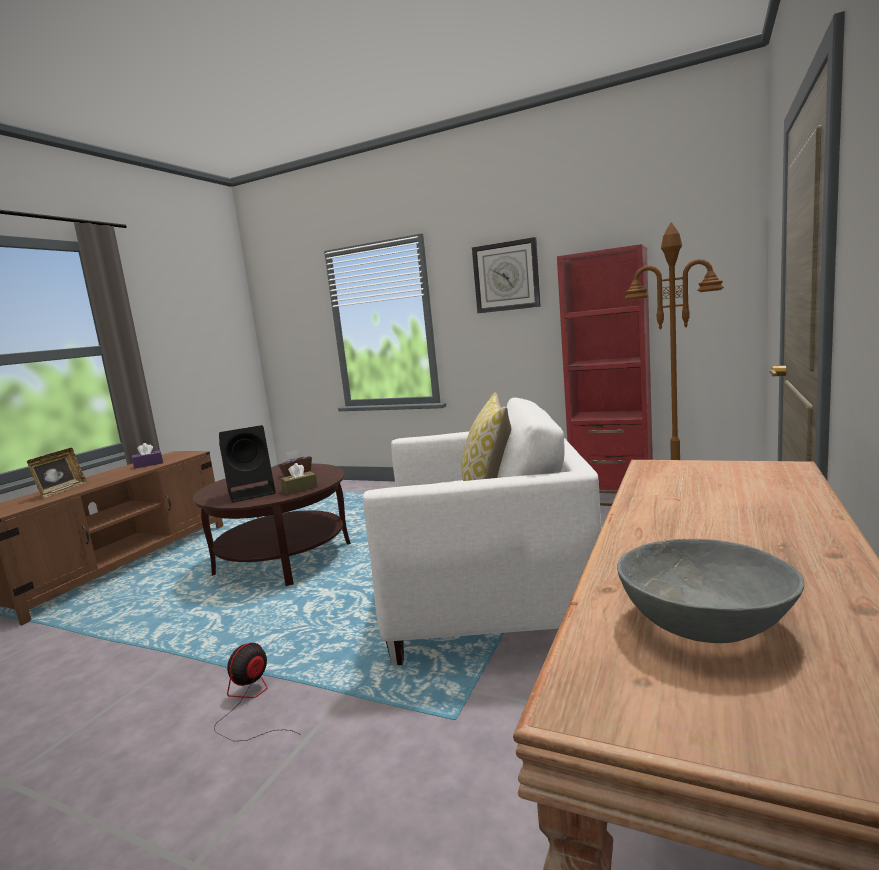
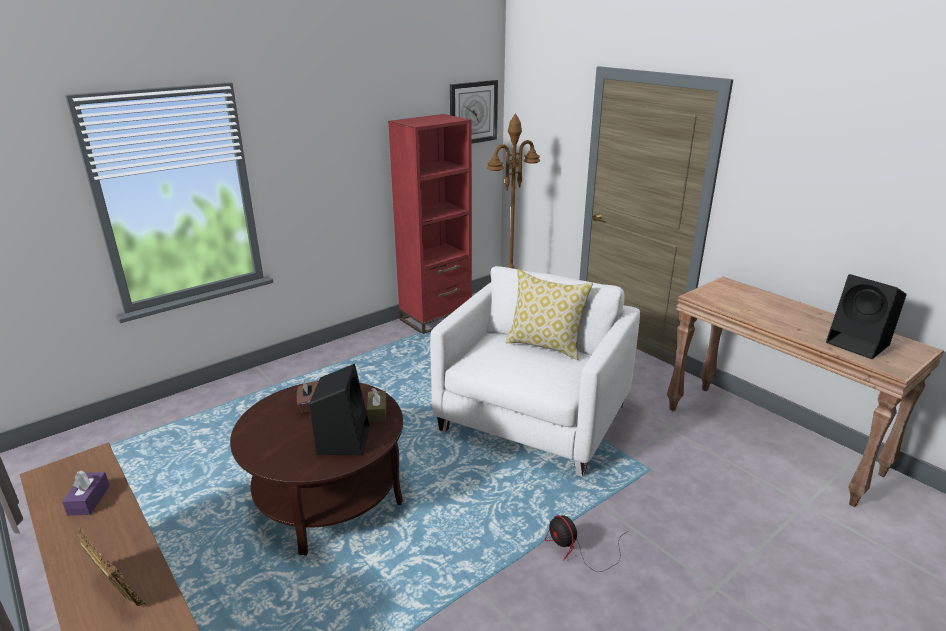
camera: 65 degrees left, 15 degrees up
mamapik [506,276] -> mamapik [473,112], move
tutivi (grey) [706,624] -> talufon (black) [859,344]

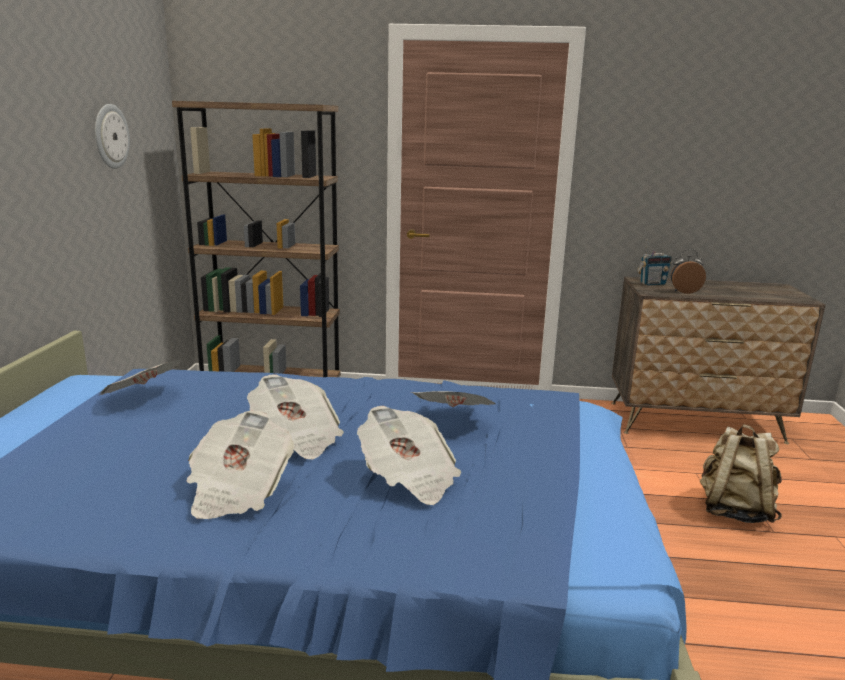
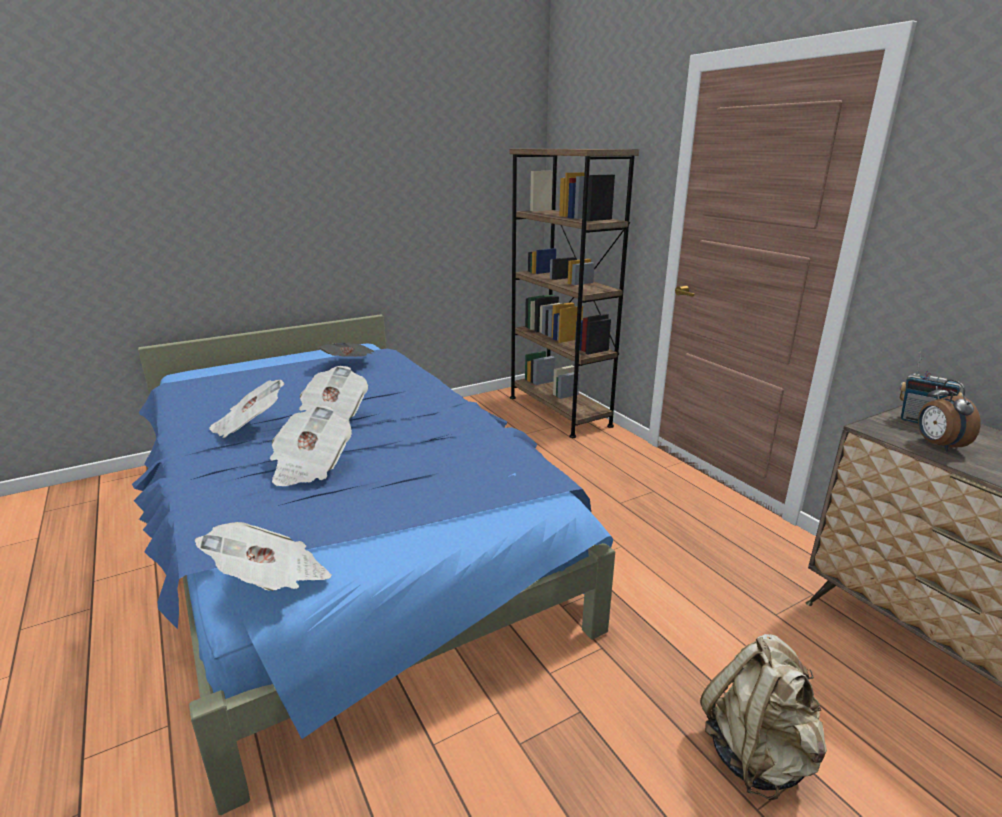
camera: 55 degrees right, 5 degrees up
mamapik [110,136] -> none
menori [453,420] -> menori [272,581], move
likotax [684,291] -> likotax [937,445], 150 degrees counterclockwise

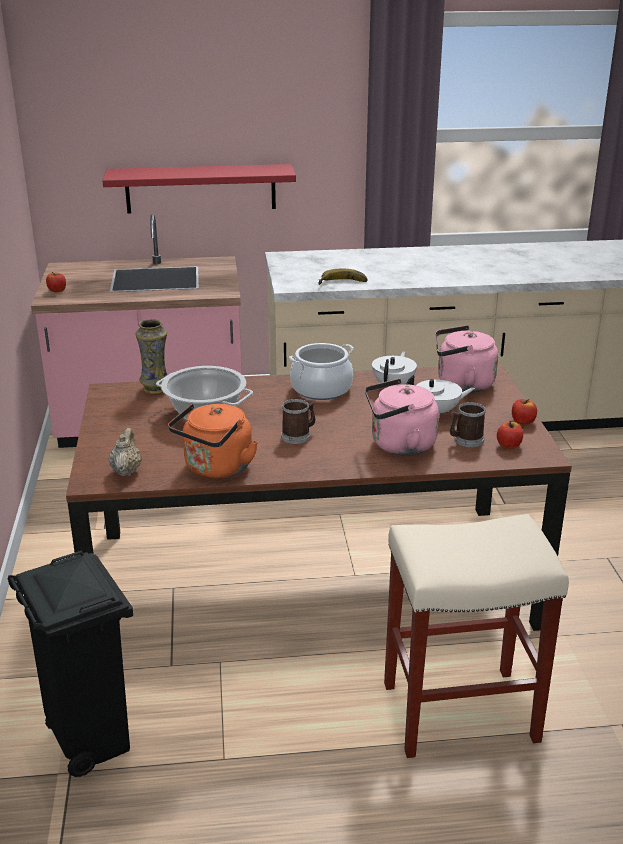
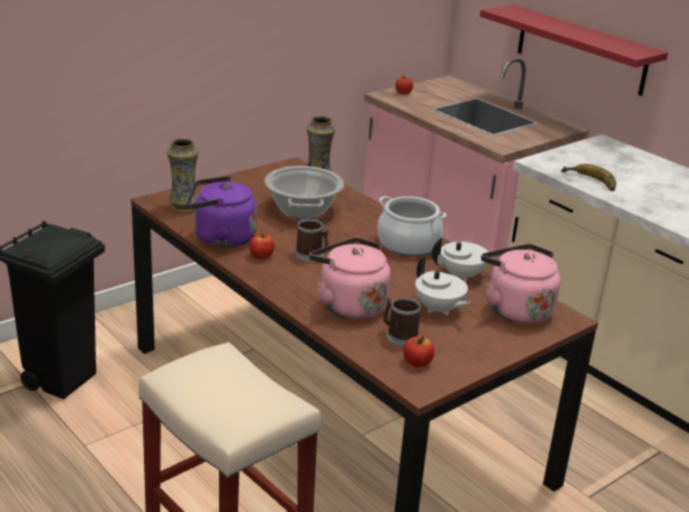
camera: 55 degrees right, 0 degrees up
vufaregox [522,421] -> vufaregox [261,256], move
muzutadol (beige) [126,470] -> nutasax [183,207]
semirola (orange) [216,469] -> semirola (purple) [220,238]

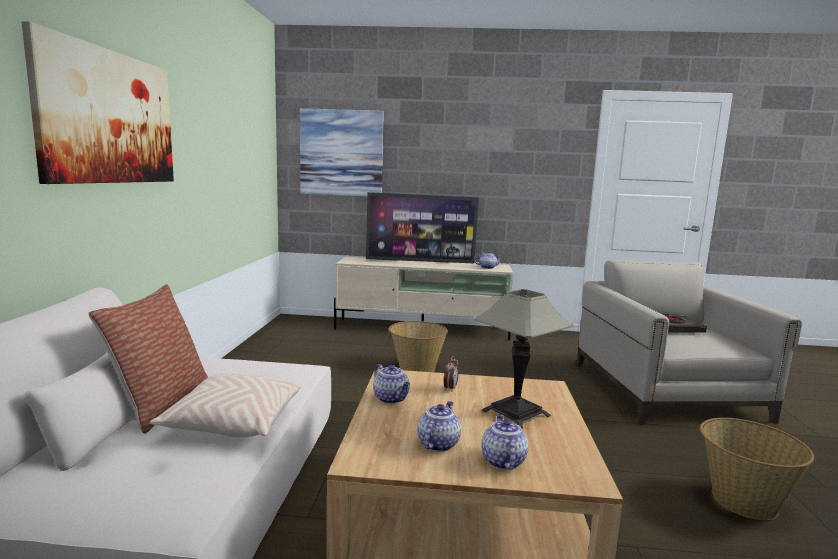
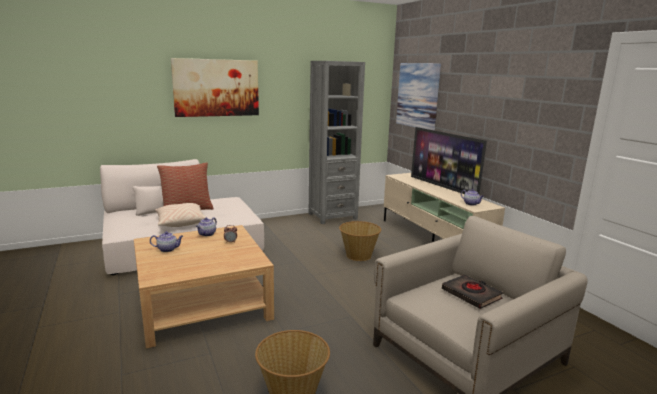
camera: 60 degrees right, 5 degrees up
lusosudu [516,413] -> none
muzutadol [502,461] -> none
none -> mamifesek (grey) [332,216]

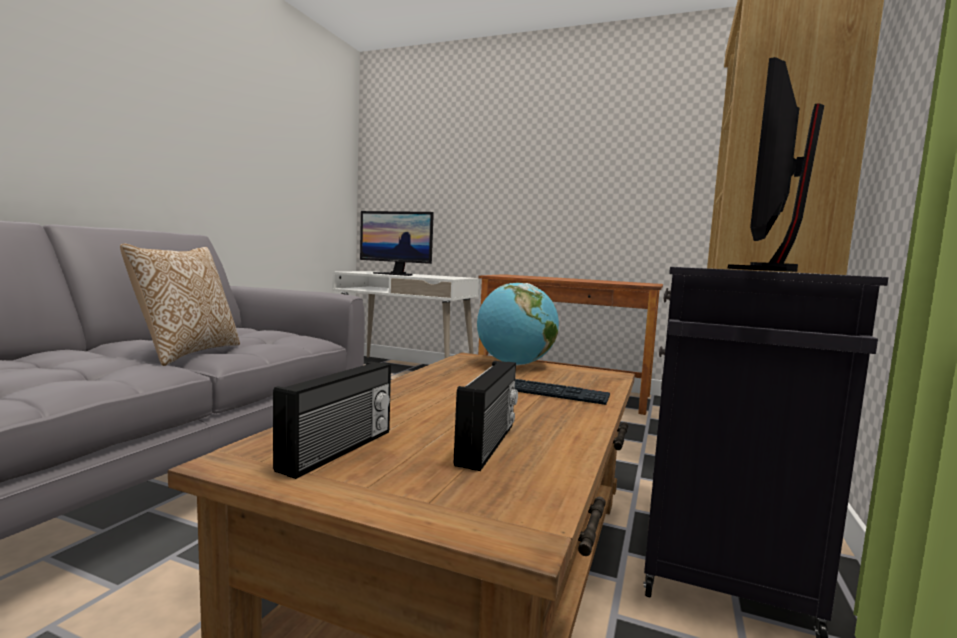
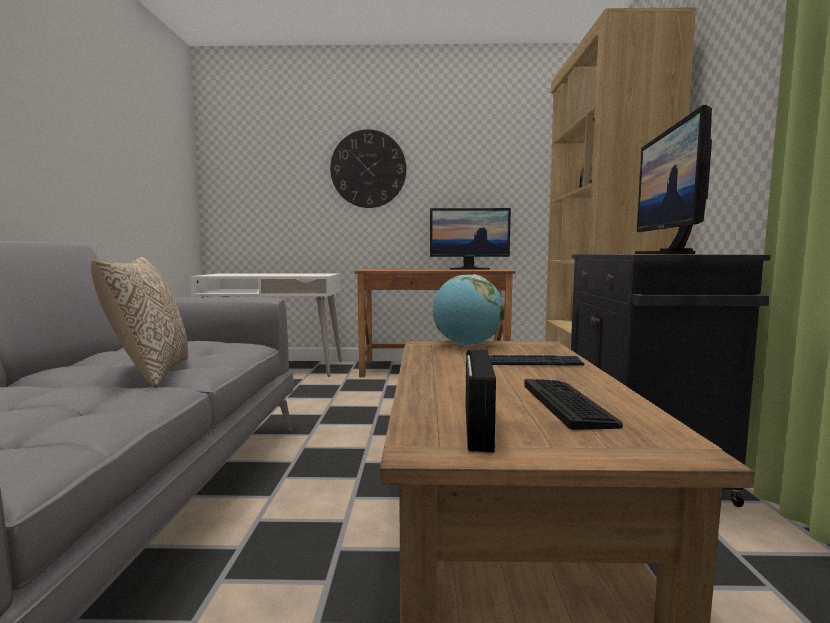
camera: 20 degrees left, 0 degrees up
none -> mamapik [368,169]
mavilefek [396,274] -> mavilefek [469,269], move
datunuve [489,444] -> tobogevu [567,404]

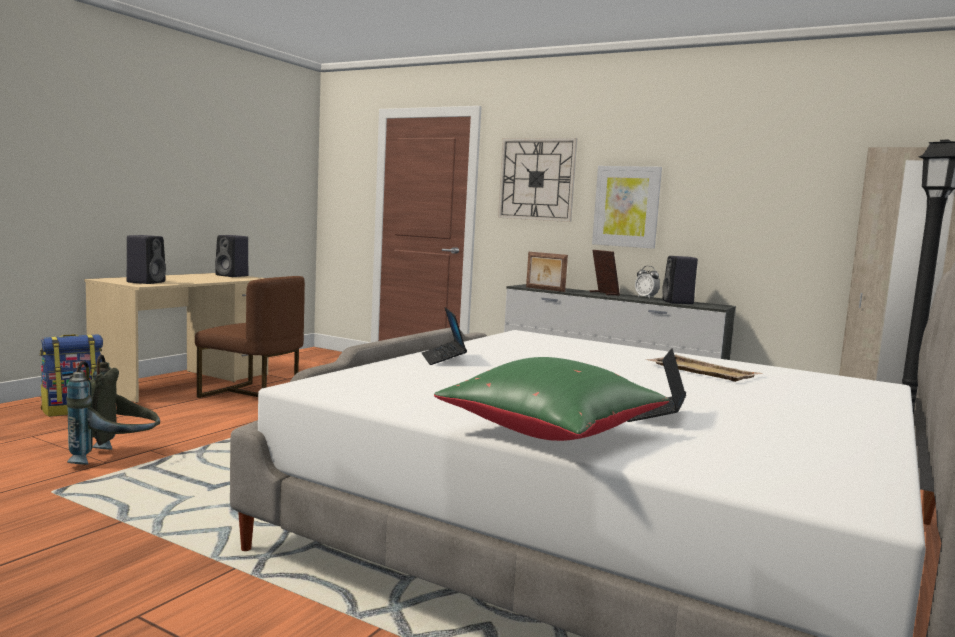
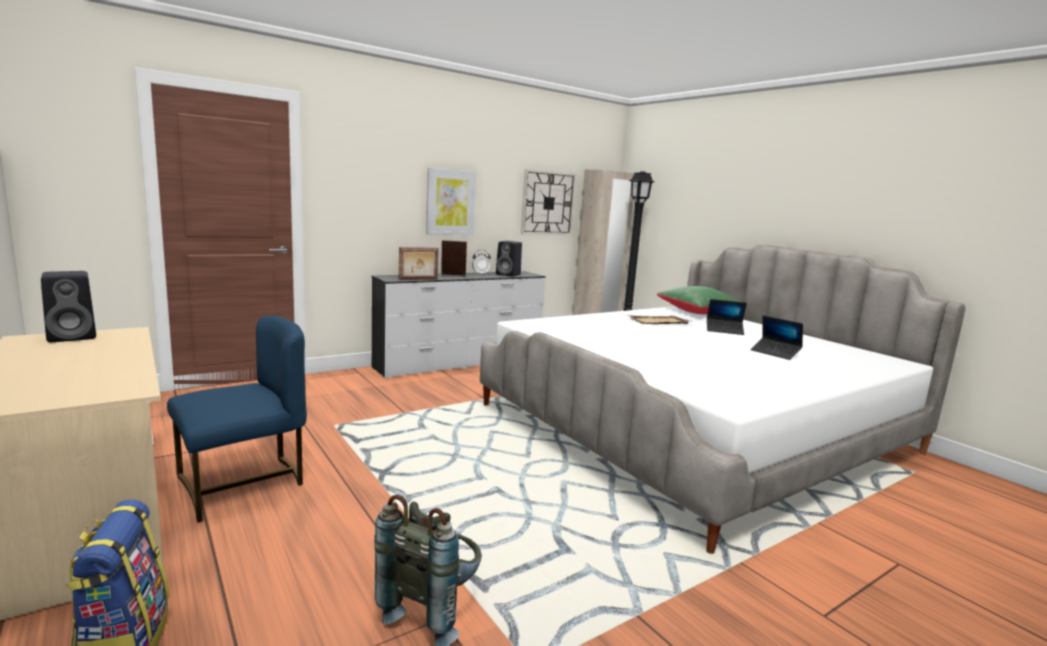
camera: 65 degrees left, 5 degrees up
talufon (black) [146,282] -> none
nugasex [443,359] -> nugasex [724,330], move
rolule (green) [553,434] -> rolule (green) [699,313], move
mamapik [537,179] -> mamapik [548,203], move
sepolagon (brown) [252,395] -> sepolagon (blue) [243,484]

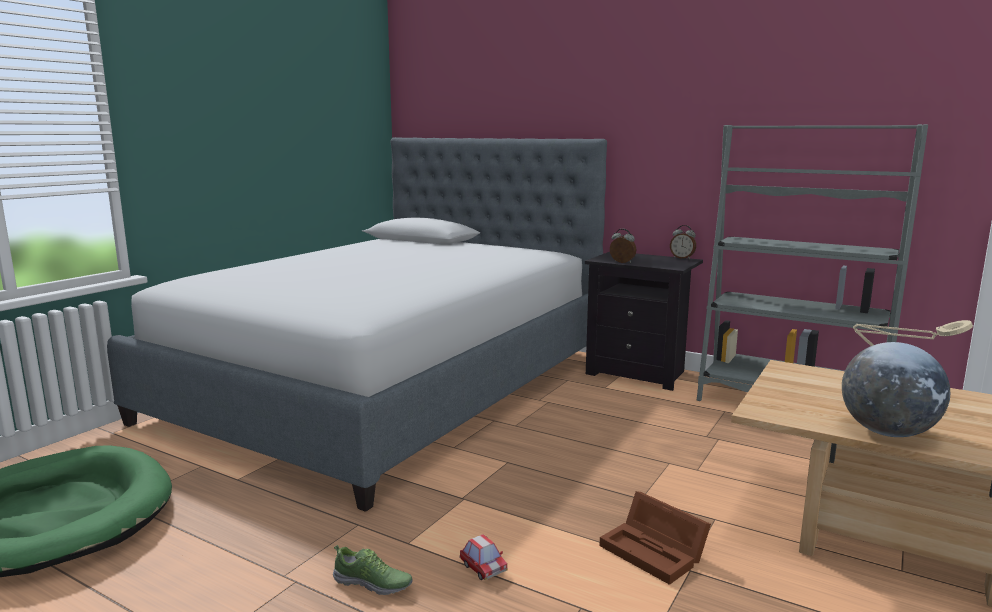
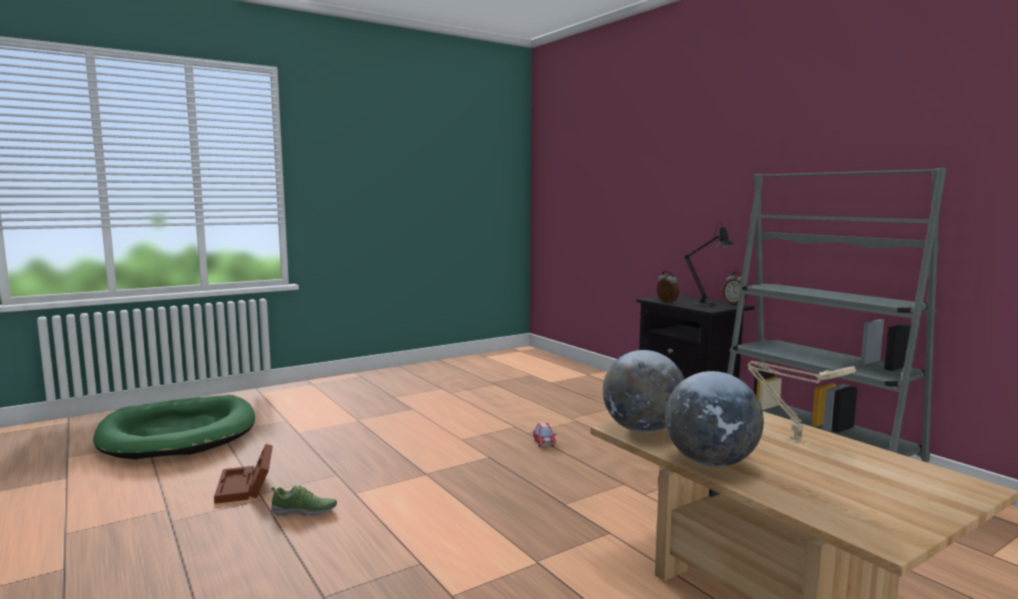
camera: 25 degrees right, 5 degrees down
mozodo [391,386] -> none
none -> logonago [642,430]
none -> lusosudu (black) [708,304]
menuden [483,568] -> menuden [544,442], move
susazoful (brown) [655,552] -> susazoful (brown) [246,486], move
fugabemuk [373,583] -> fugabemuk [304,511], 45 degrees counterclockwise

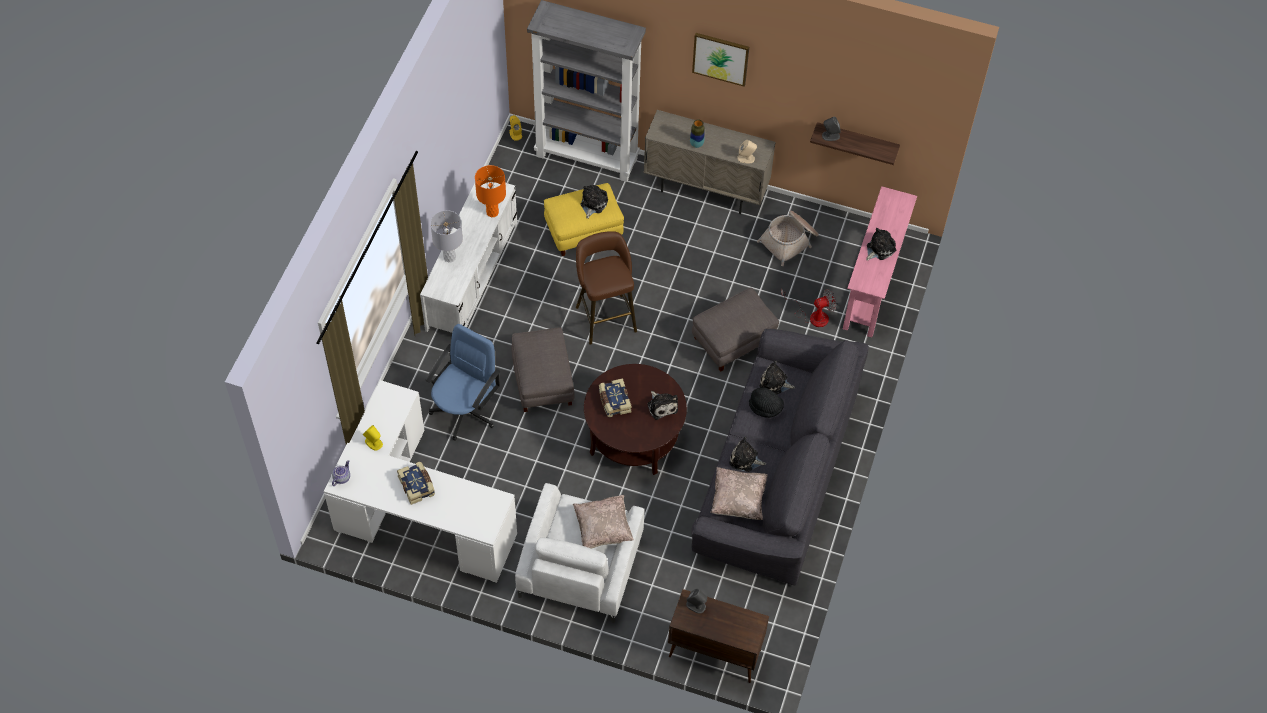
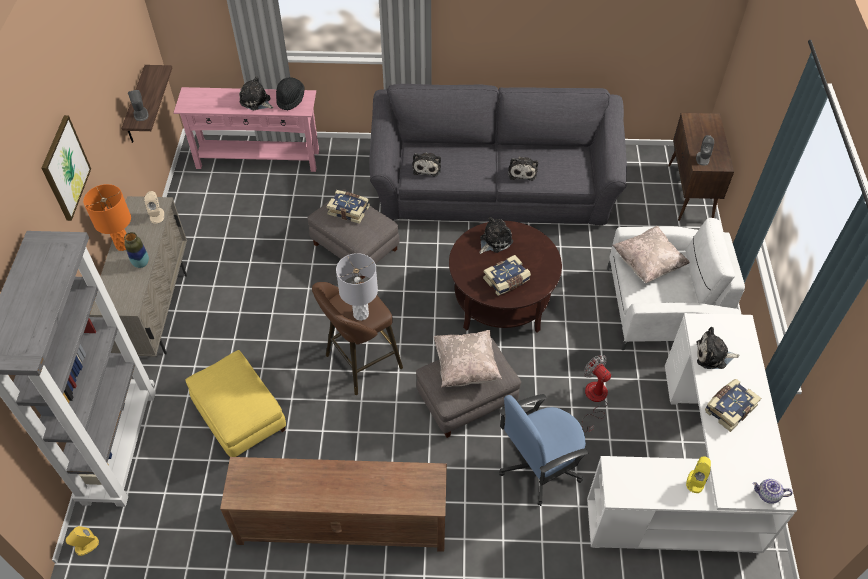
camera: 105 degrees left, 5 degrees down
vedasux [789,241] -> none
none -> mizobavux [349,210]
lusosudu (grey) [449,257] -> lusosudu (grey) [360,314], move
lusosudu (orange) [492,212] -> lusosudu (orange) [123,245], move
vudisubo [593,204] -> vudisubo [713,355], move
rolule (beige) [738,500] -> rolule (beige) [466,367], move
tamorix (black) [765,408] -> tamorix (black) [290,99], move
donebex [812,316] -> donebex [594,399], move
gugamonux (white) [472,276] -> gugamonux (brown) [342,522]
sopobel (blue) [465,411] -> sopobel (blue) [538,466], 45 degrees counterclockwise

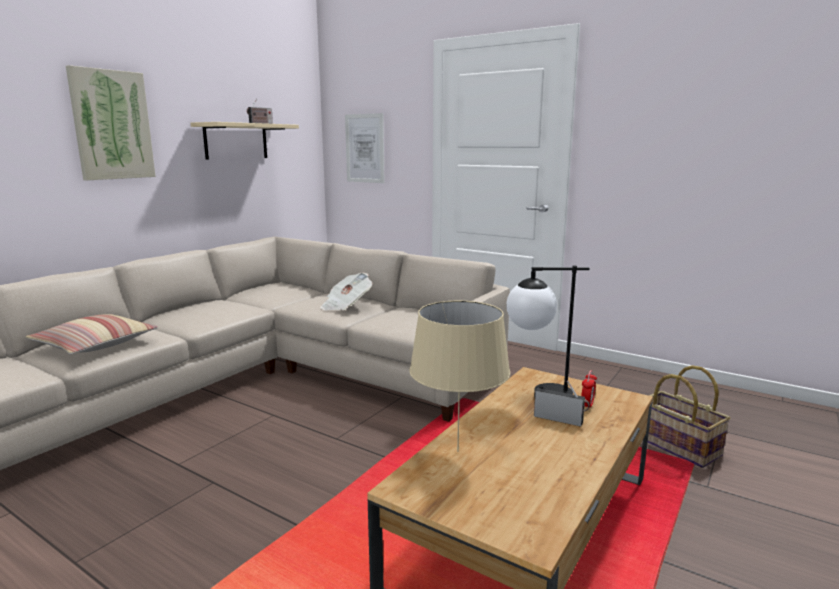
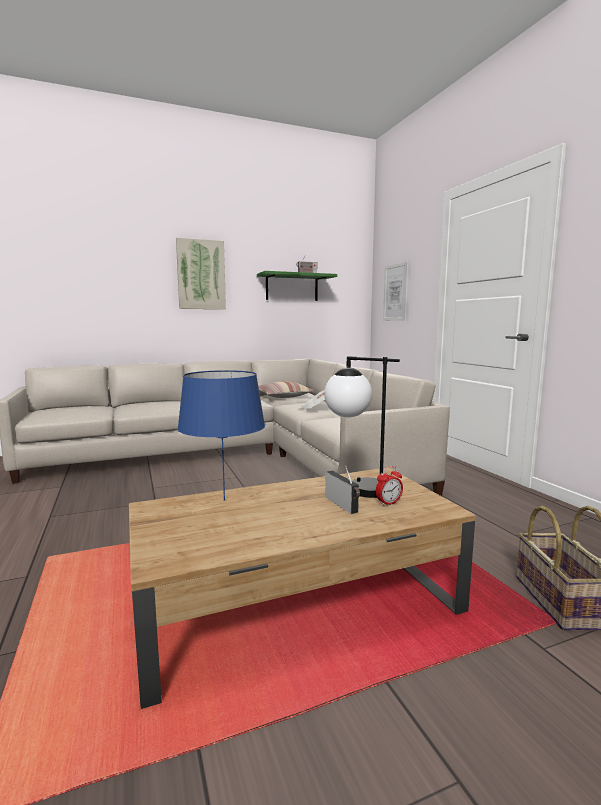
camera: 35 degrees right, 5 degrees down
rolule [95,344] -> rolule [283,396], move
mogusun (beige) [236,141] -> mogusun (green) [292,287]
lusosudu (beige) [458,451] -> lusosudu (blue) [224,500]

